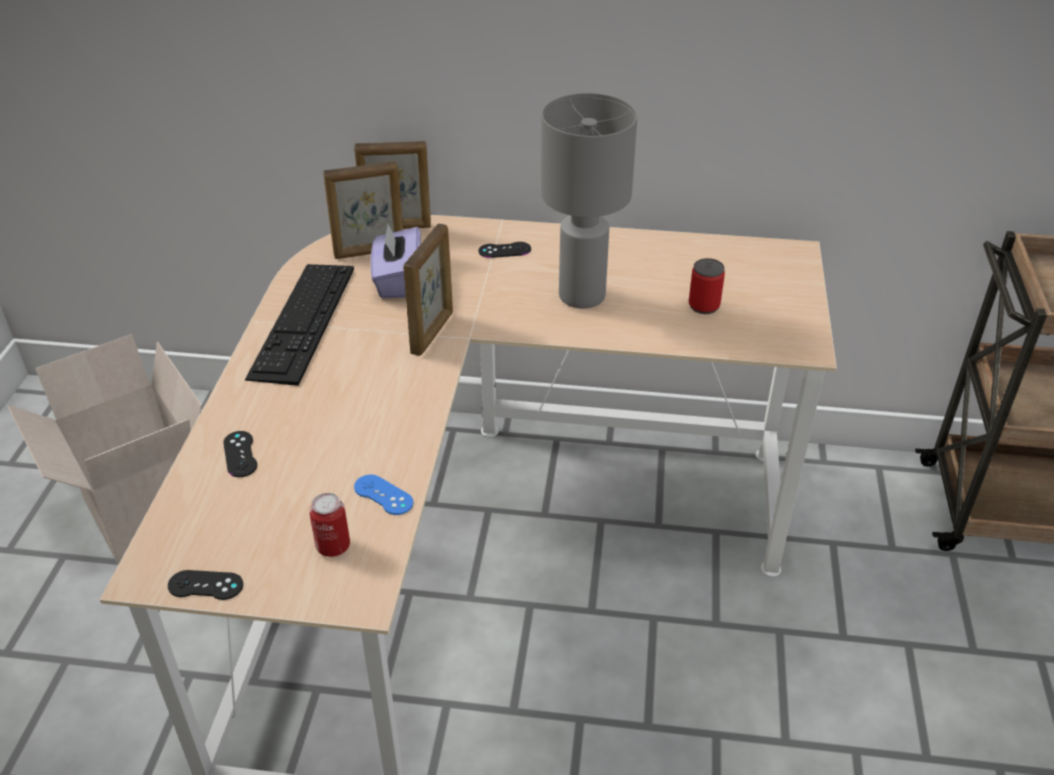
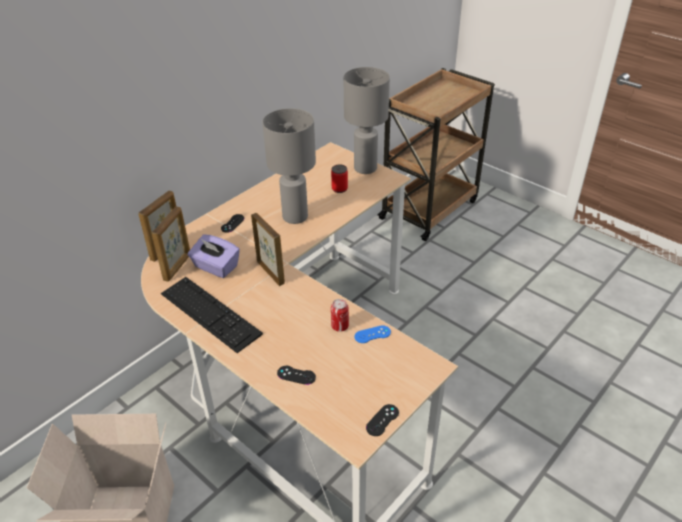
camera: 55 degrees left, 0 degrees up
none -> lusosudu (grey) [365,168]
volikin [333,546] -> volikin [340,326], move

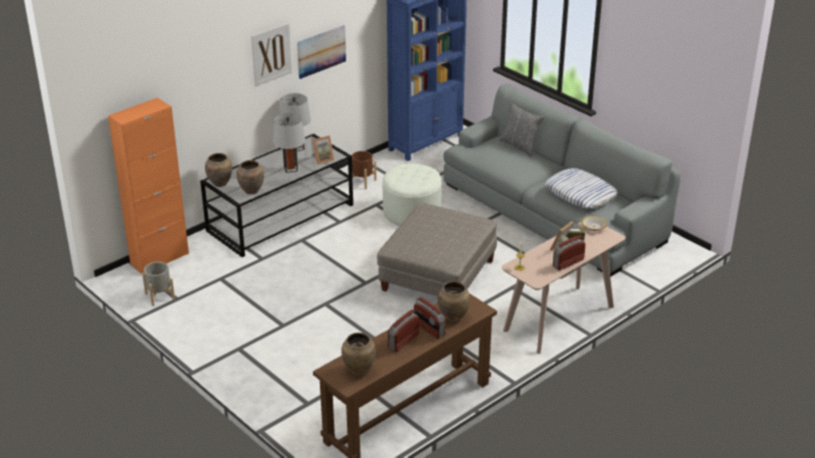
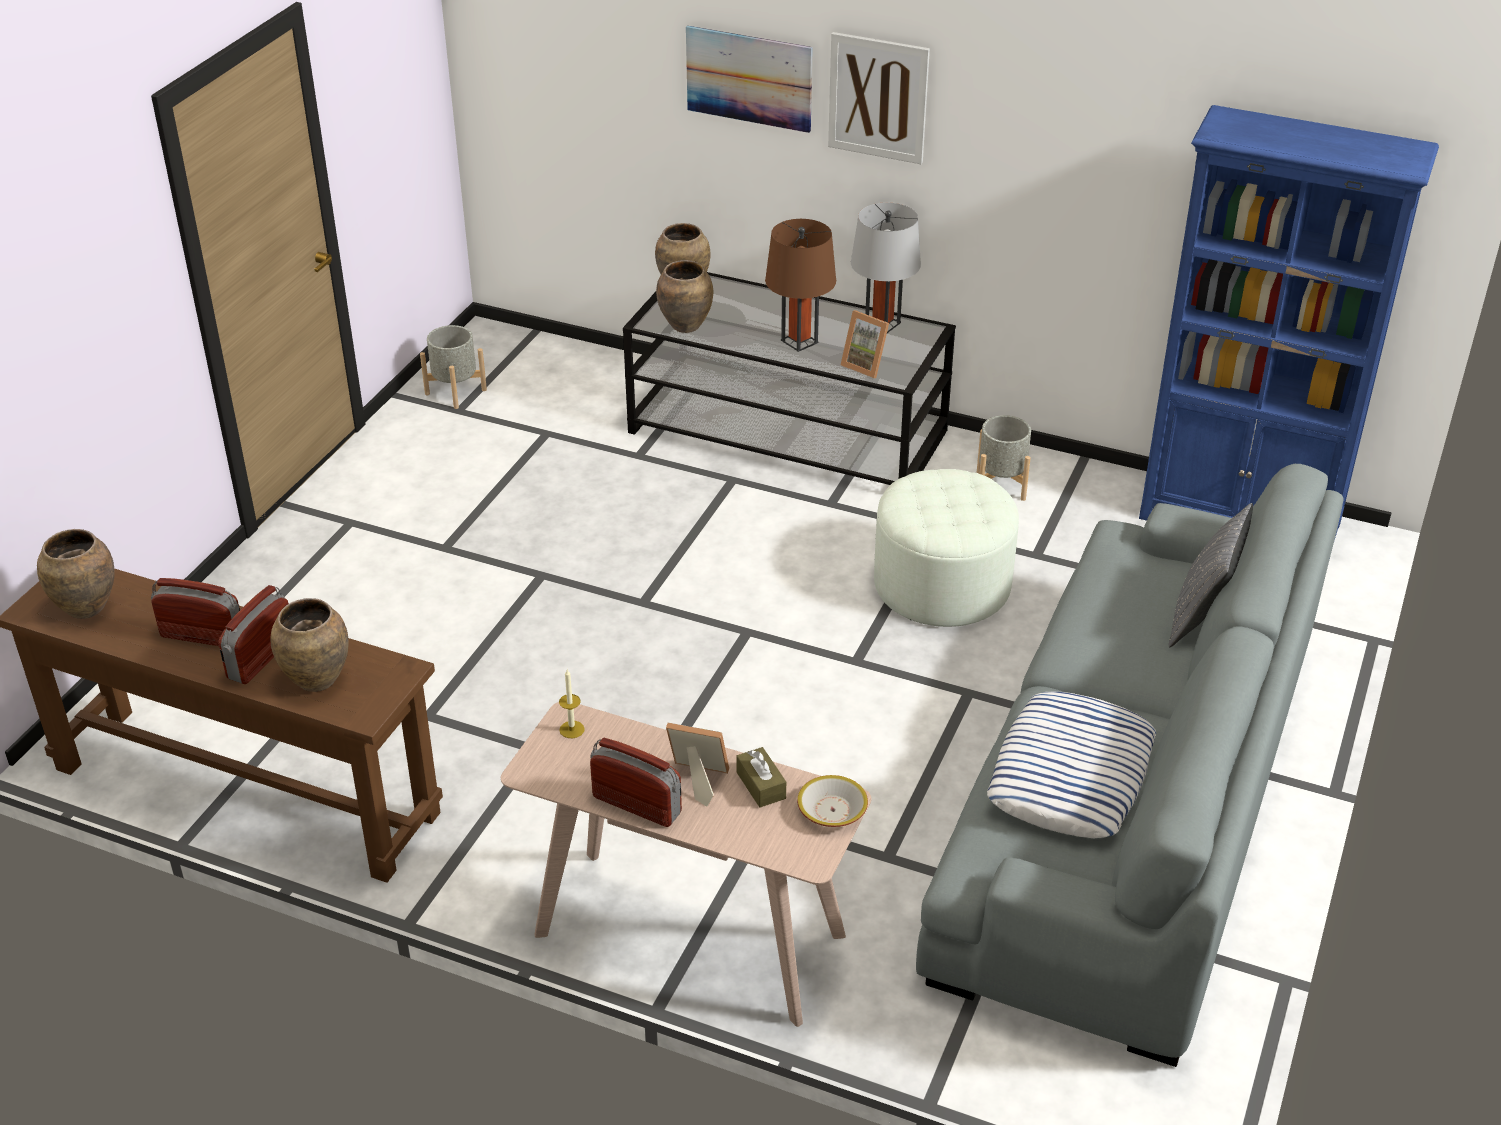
camera: 65 degrees right, 5 degrees up
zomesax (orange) [159,259] -> none
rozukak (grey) [437,275] -> none
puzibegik [321,51] -> puzibegik [749,78], move
lusosudu (grey) [290,169] -> lusosudu (brown) [799,341]
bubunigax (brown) [362,181] -> bubunigax (grey) [1001,485]

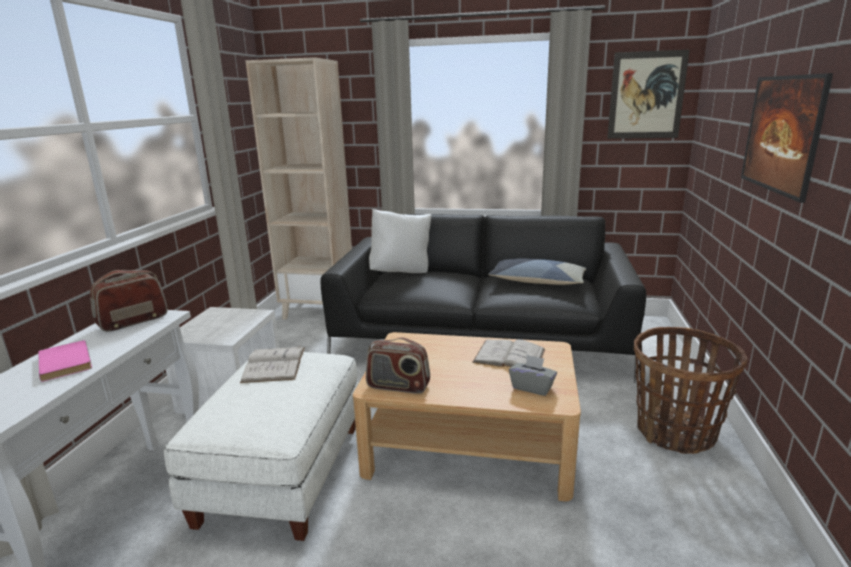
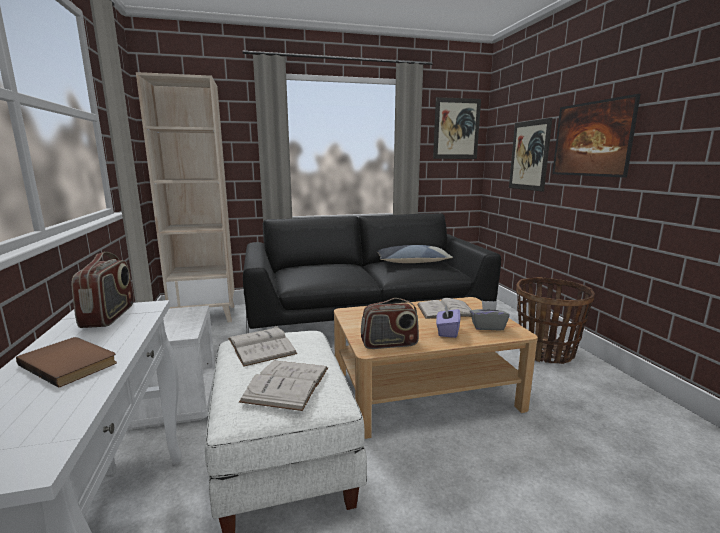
camera: 25 degrees left, 5 degrees down
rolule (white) [401,272] -> none
none -> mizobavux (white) [287,384]
none -> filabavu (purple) [447,331]
none -> puzibegik [529,155]
mizobavux (pink) [68,362] -> mizobavux (brown) [71,363]
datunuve [133,321] -> datunuve [109,316], 150 degrees clockwise

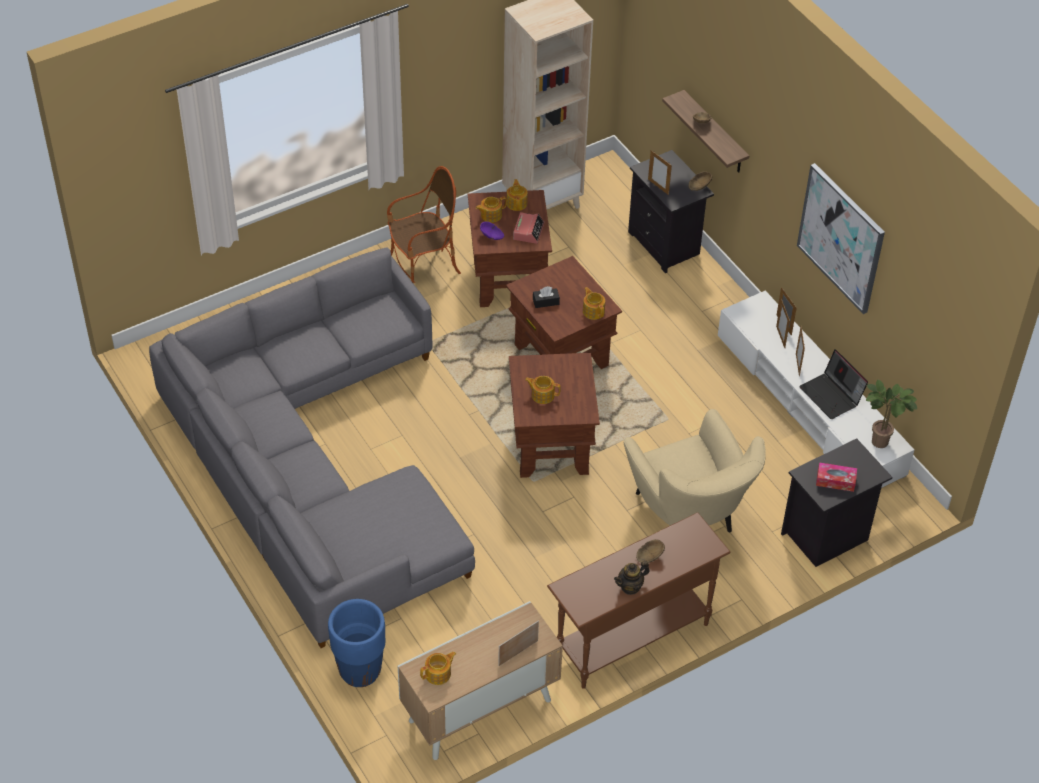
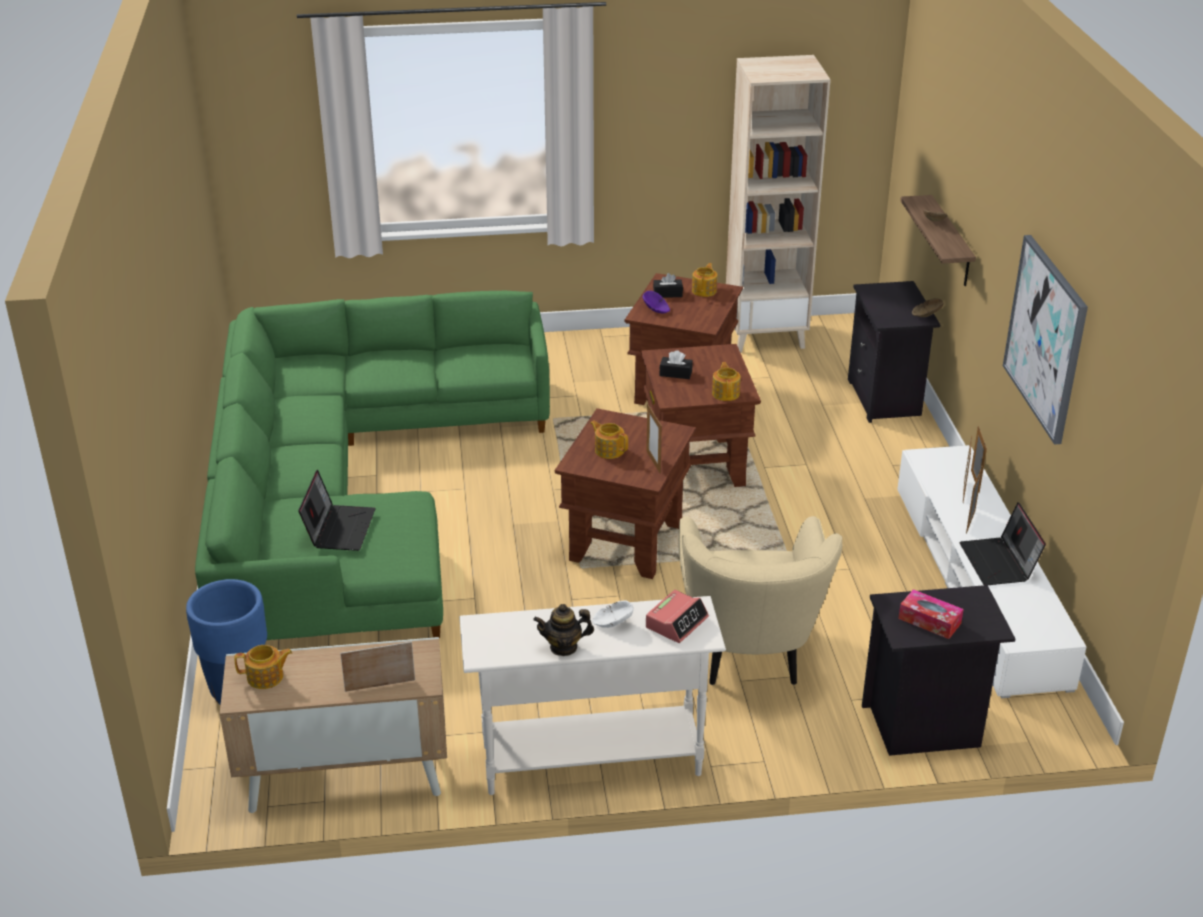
camera: 25 degrees right, 15 degrees down
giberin [424,268] -> none
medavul [883,441] -> none
none -> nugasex [339,528]
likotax [528,231] -> likotax [676,622], move
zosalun [658,187] -> zosalun [653,462], move
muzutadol [490,215] -> filabavu (black) [667,294]
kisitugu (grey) [314,464] -> kisitugu (green) [350,489]
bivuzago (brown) [632,638] -> bivuzago (white) [590,760]
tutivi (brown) [649,556] -> tutivi (white) [612,622]

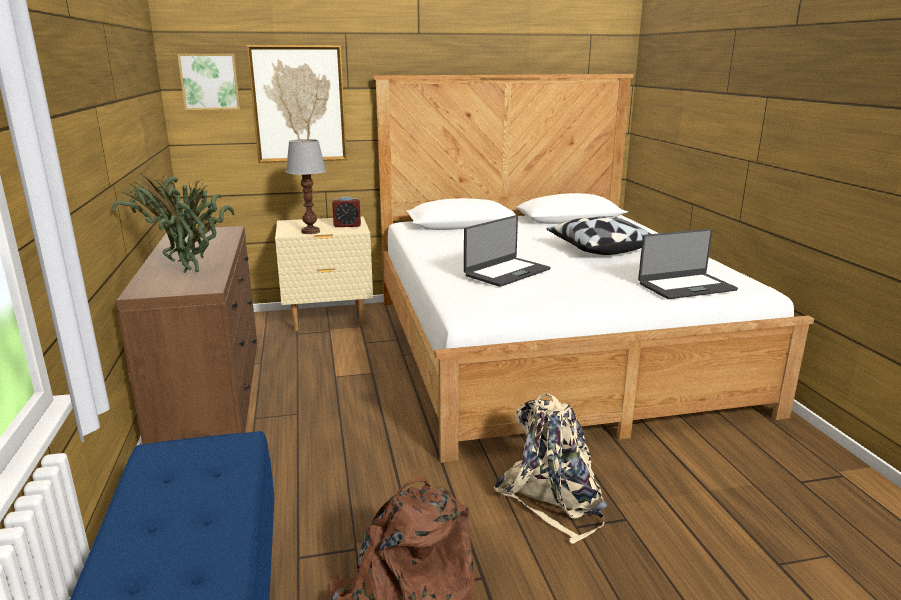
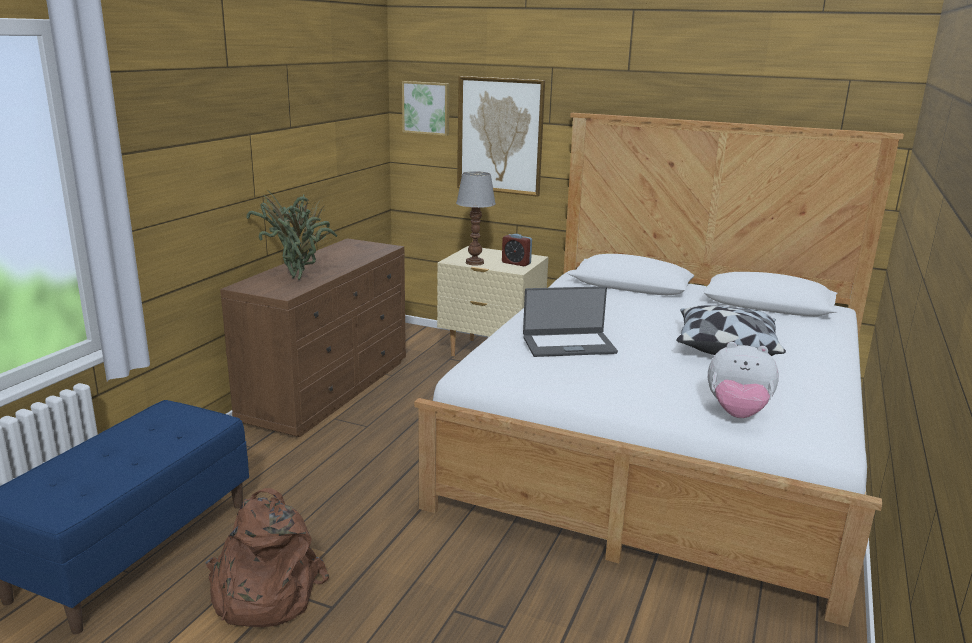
camera: 35 degrees right, 0 degrees up
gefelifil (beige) [554,498] -> none
nugasex [685,286] -> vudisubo [737,413]

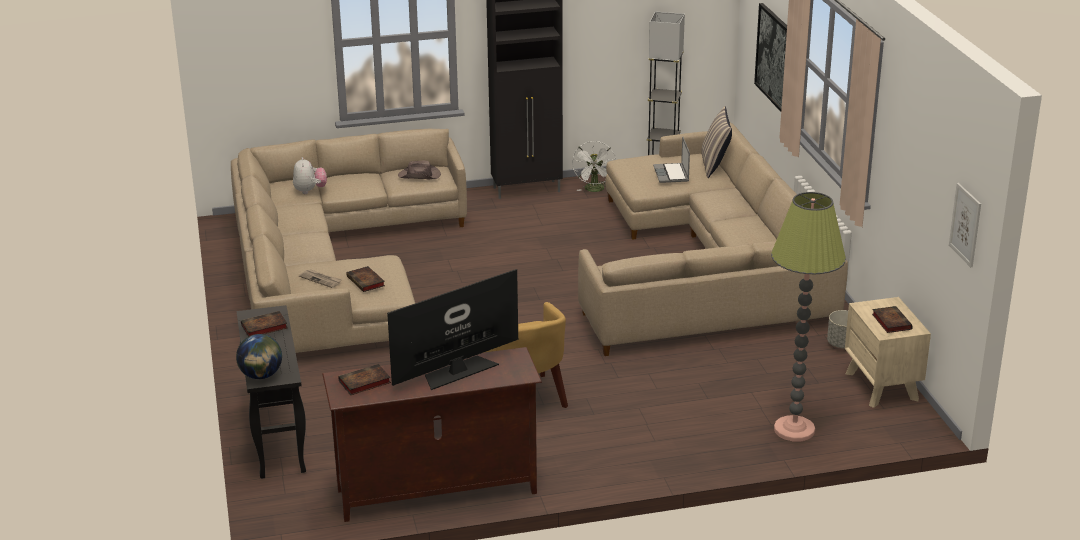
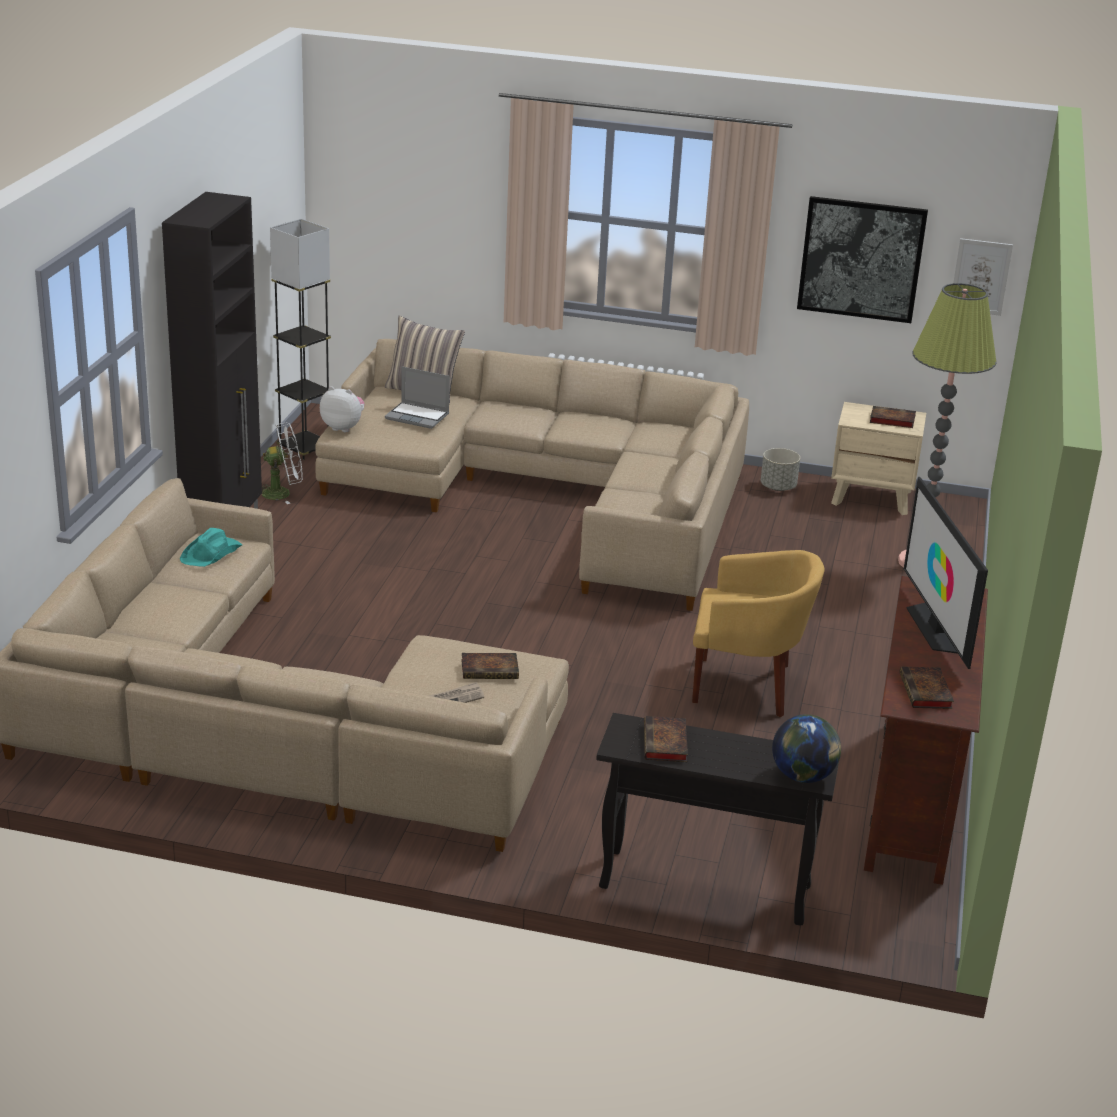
camera: 65 degrees left, 0 degrees up
vudisubo [310,191] -> vudisubo [343,427], move
puzibegik [775,58] -> puzibegik [861,259], move
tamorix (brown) [419,175] -> tamorix (turquoise) [212,553]
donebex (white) [595,190] -> donebex (white) [282,493], 45 degrees counterclockwise

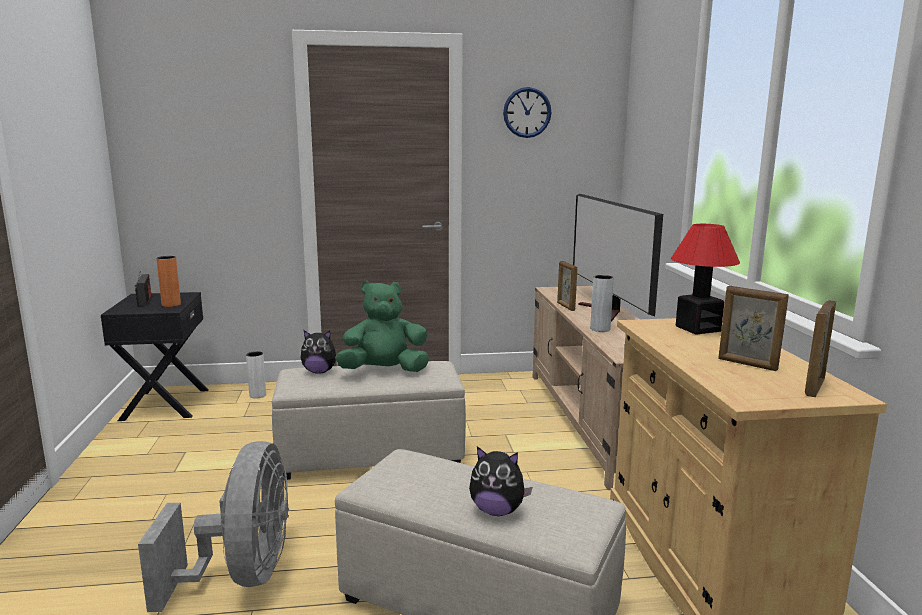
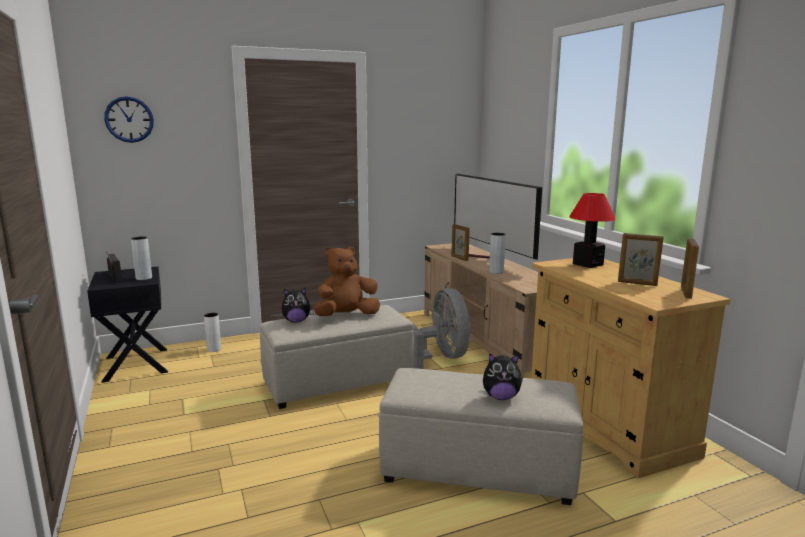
camera: 15 degrees left, 0 degrees up
donebex (grey) [242,575] -> donebex (grey) [441,358], move
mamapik [527,112] -> mamapik [129,119], move
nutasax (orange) [171,304] -> nutasax (grey) [144,278]
vudisubo (green) [384,371] -> vudisubo (brown) [346,316]

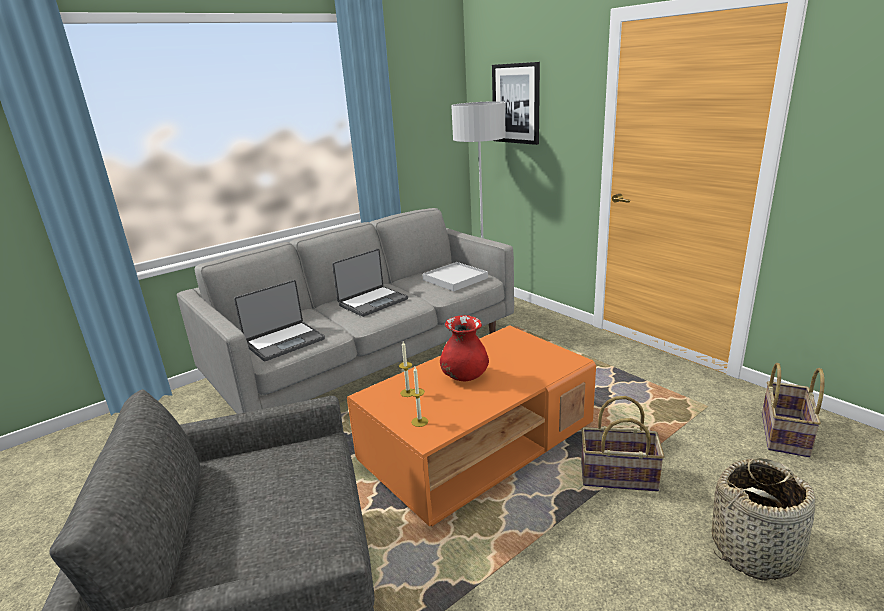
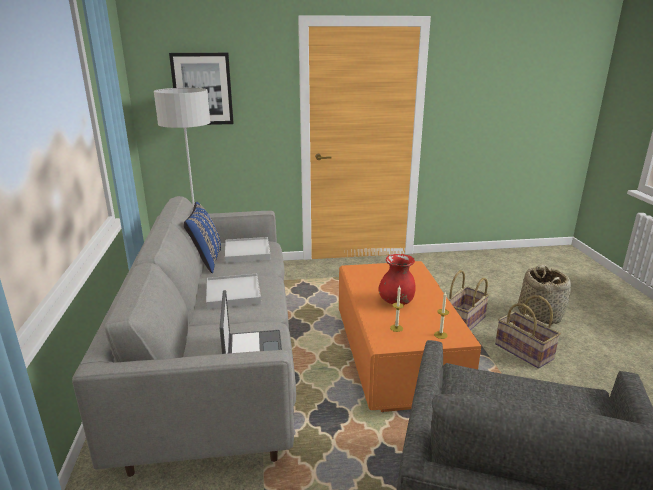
camera: 60 degrees left, 0 degrees up
none -> rolule (blue) [205,261]
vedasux [785,434] -> vedasux [524,351], move
nugasex [372,302] -> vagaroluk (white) [233,294]

